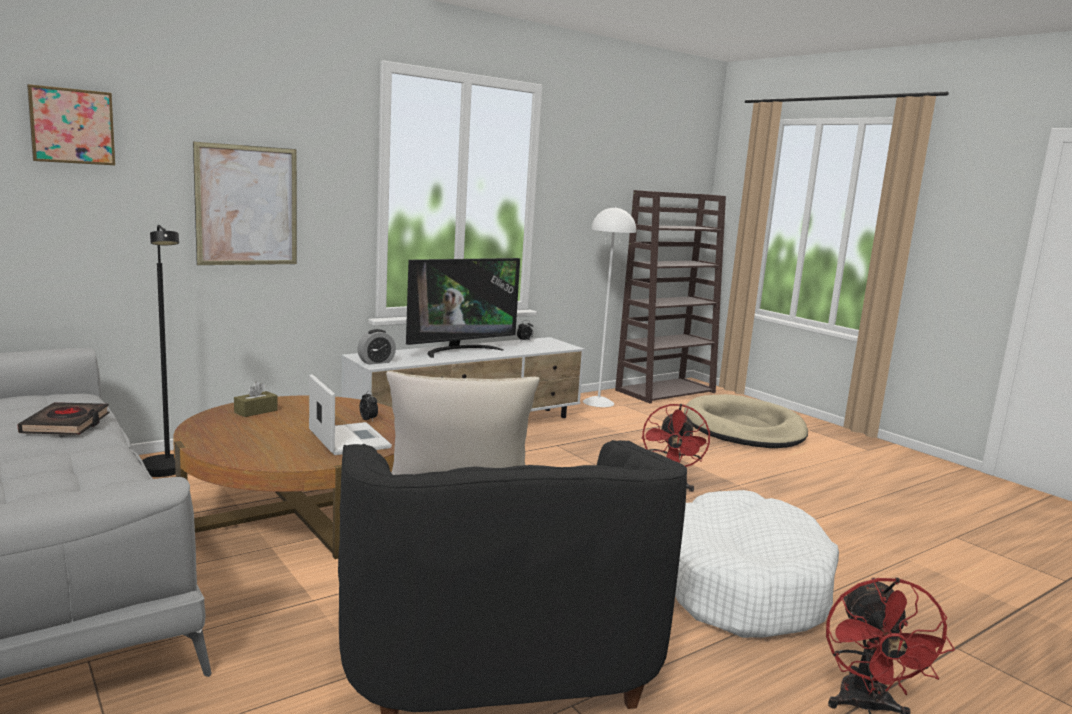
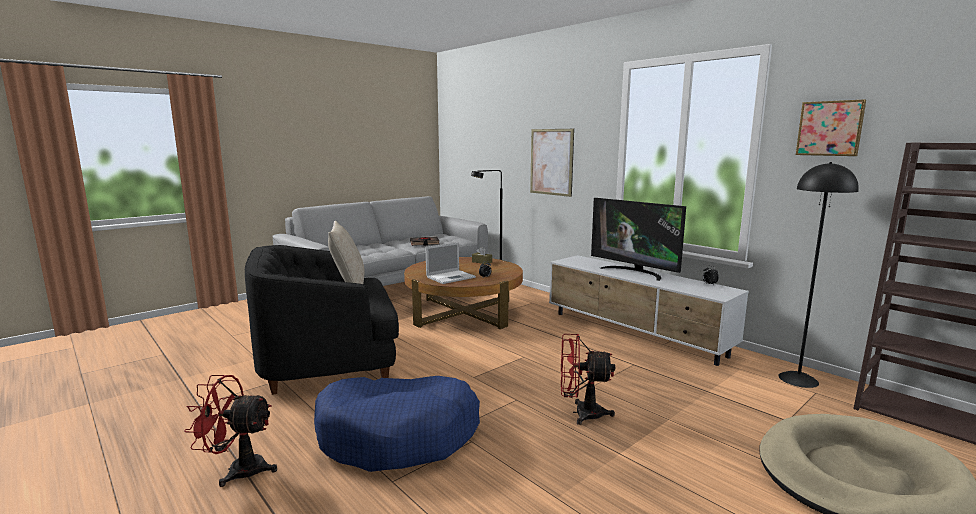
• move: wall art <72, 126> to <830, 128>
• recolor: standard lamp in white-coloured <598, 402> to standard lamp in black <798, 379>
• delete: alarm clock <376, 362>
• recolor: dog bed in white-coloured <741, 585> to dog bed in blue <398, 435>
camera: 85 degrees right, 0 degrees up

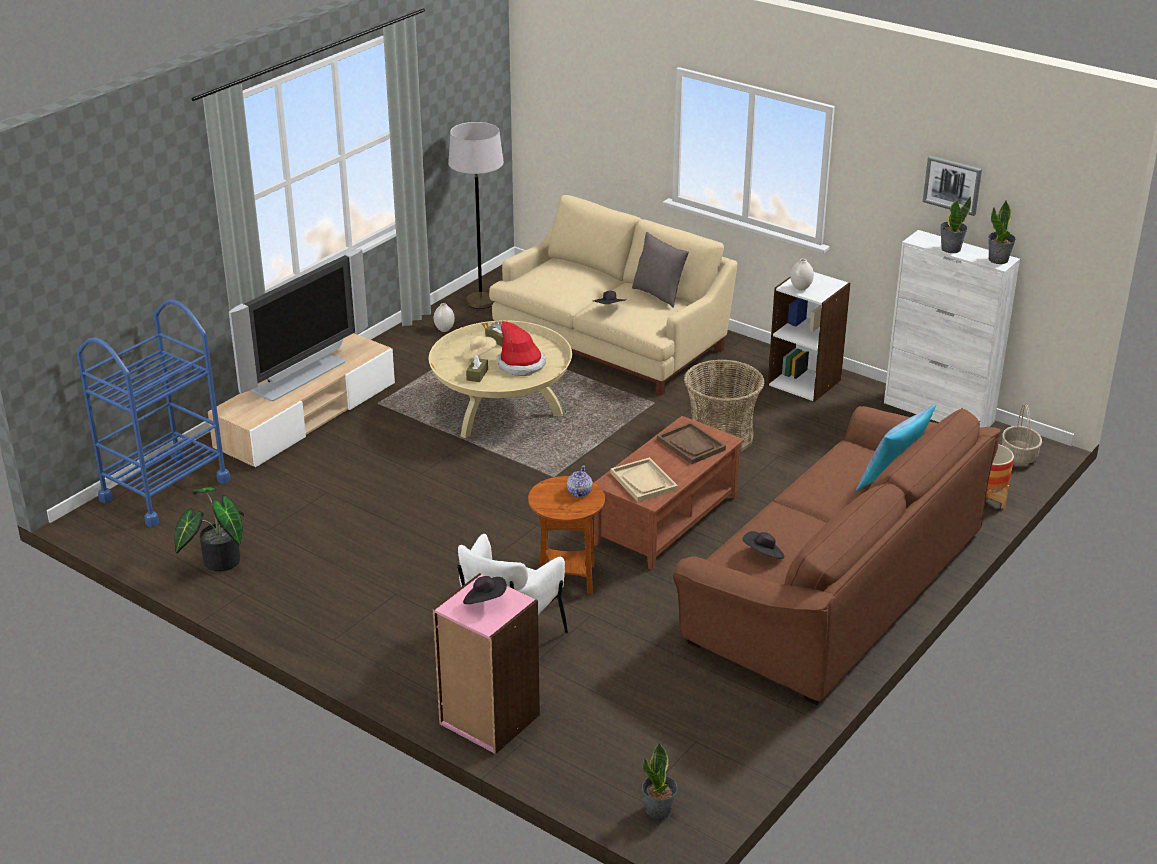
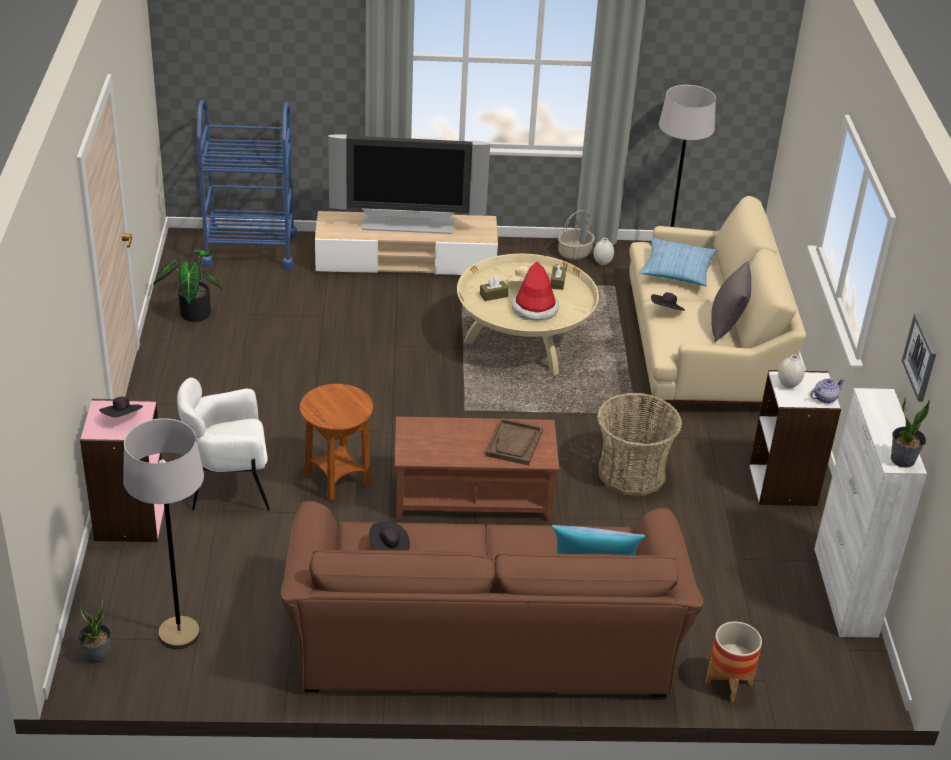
• delete: plant in a pot <950, 249>
• move: storage basket <1019, 456> to <574, 253>
• delete: serving tray in sand-coloured <644, 481>
• move: tea pot <579, 492> to <824, 398>
• insert: pillow <677, 270>
• insert: standard lamp in greyish <179, 634>
camera: 50 degrees right, 5 degrees up

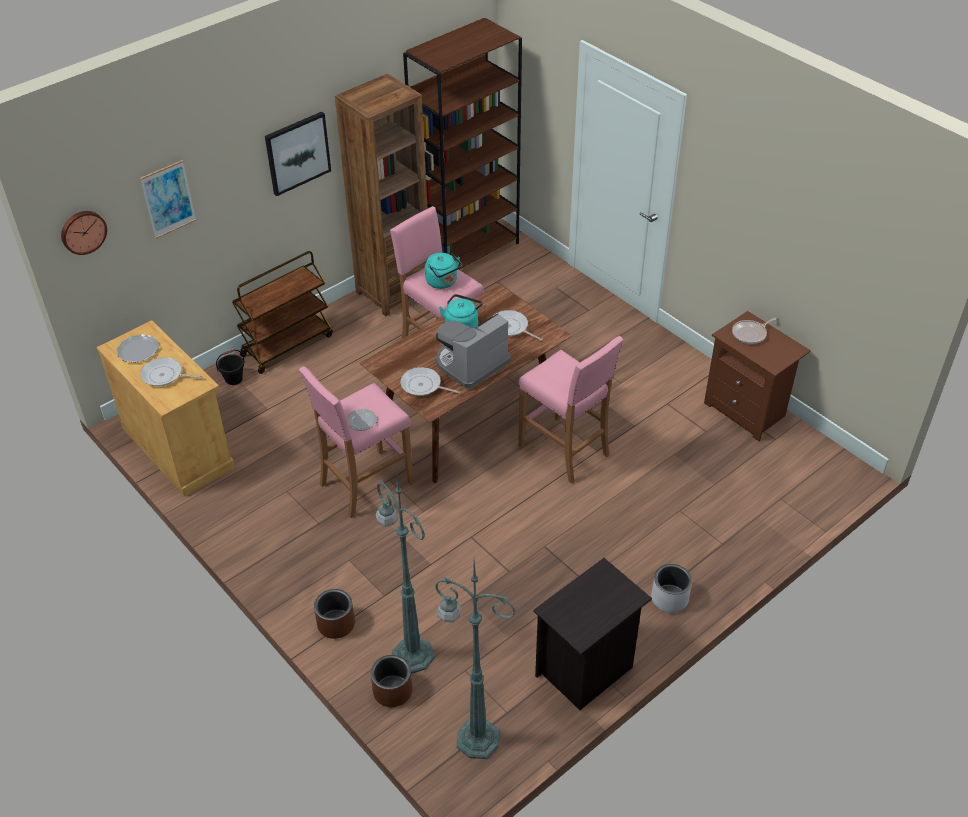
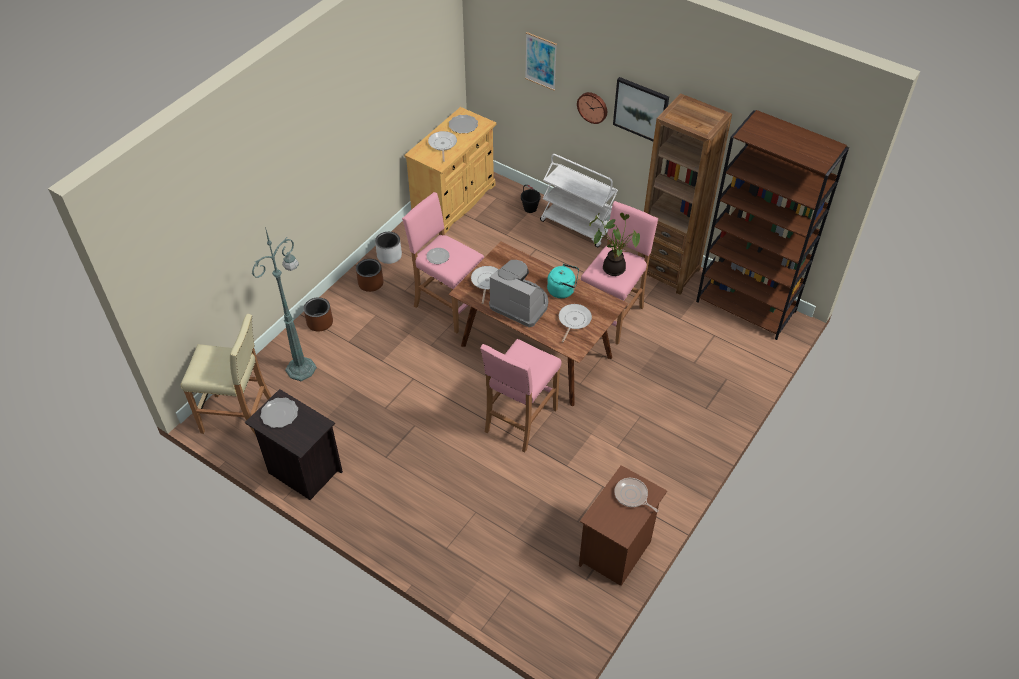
• move: wall clock <83, 231> to <593, 107>
• recolor: wheeled cart in brown-coloured <287, 345> to wheeled cart in white-coloured <577, 226>
• replace: kettle in turquoise-coloured <443, 282> to plant in a pot <613, 267>
• replace: standard lamp in green-coloured <475, 738> to stool in sand-coloured <239, 417>
• move: plant pot in greyish <669, 598> to <389, 255>
• move: plant pot in brown-coloured <392, 690> to <371, 283>
• insert: plate <279, 414>
camera: 75 degrees right, 5 degrees up

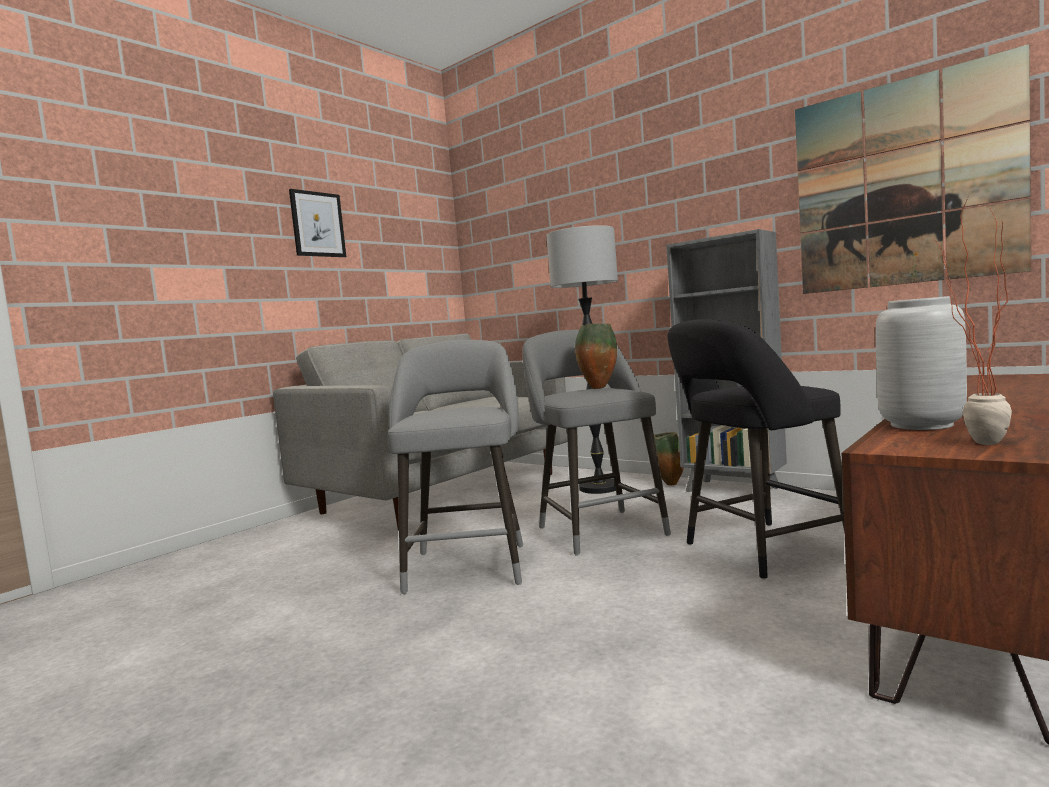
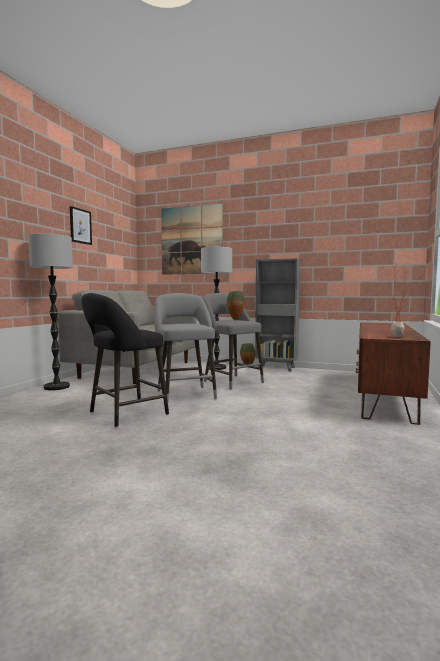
• move: wall art <903, 183> to <191, 240>
• delete: vase in greyish <920, 425>
• move: stool in black <759, 551> to <124, 414>
• insert: standard lamp <56, 387>
camera: 20 degrees left, 0 degrees up

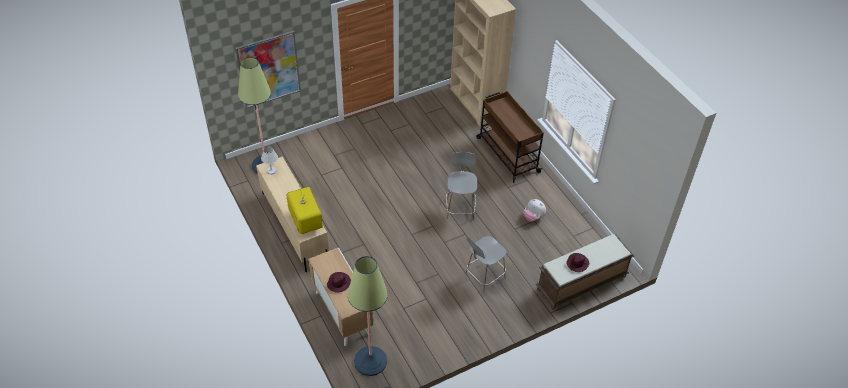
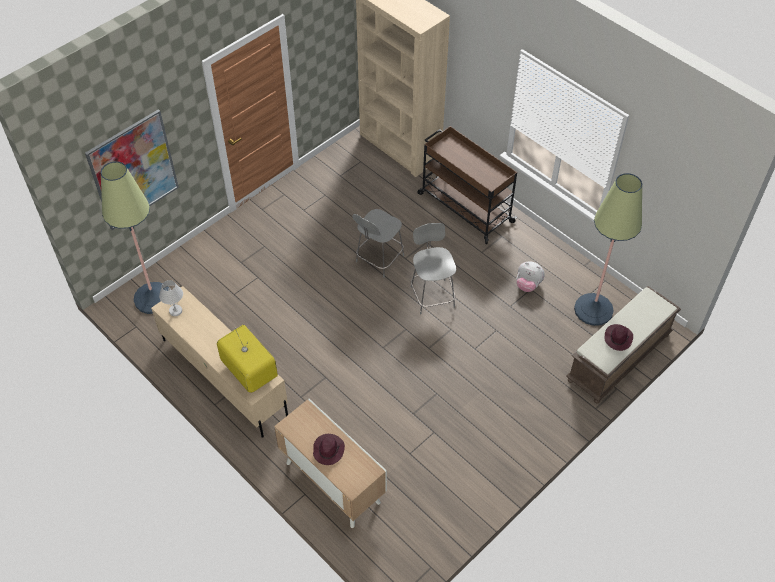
• move: stool in greyish <484, 276> to <378, 259>
• move: standard lamp <370, 361> to <593, 309>
camera: 15 degrees left, 5 degrees up

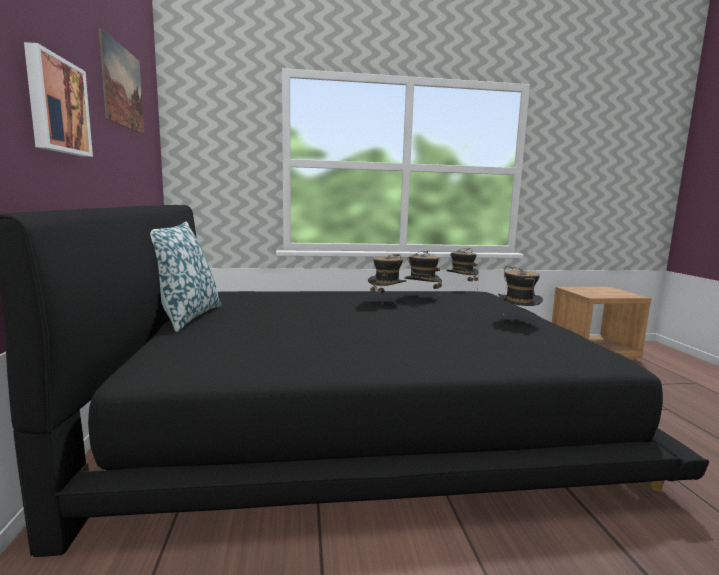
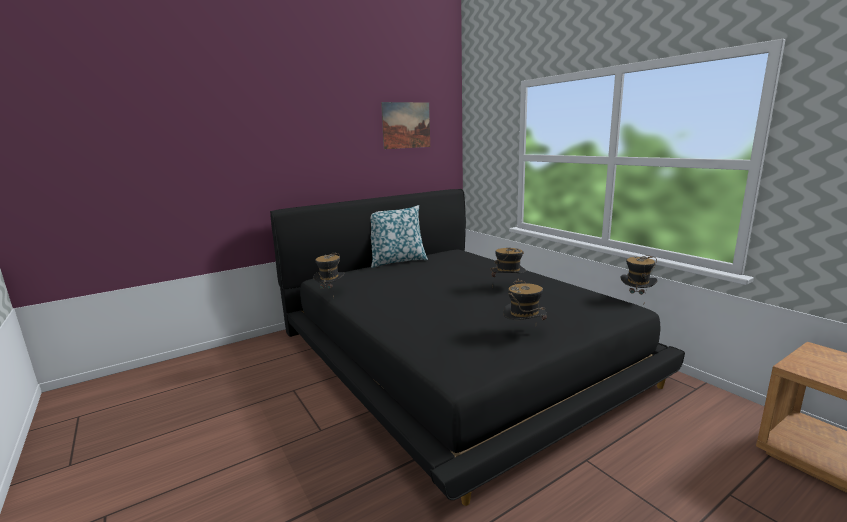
• delete: wall art <56, 106>
• move: wearable hat <421, 297> to <330, 293>
camera: 65 degrees right, 5 degrees up

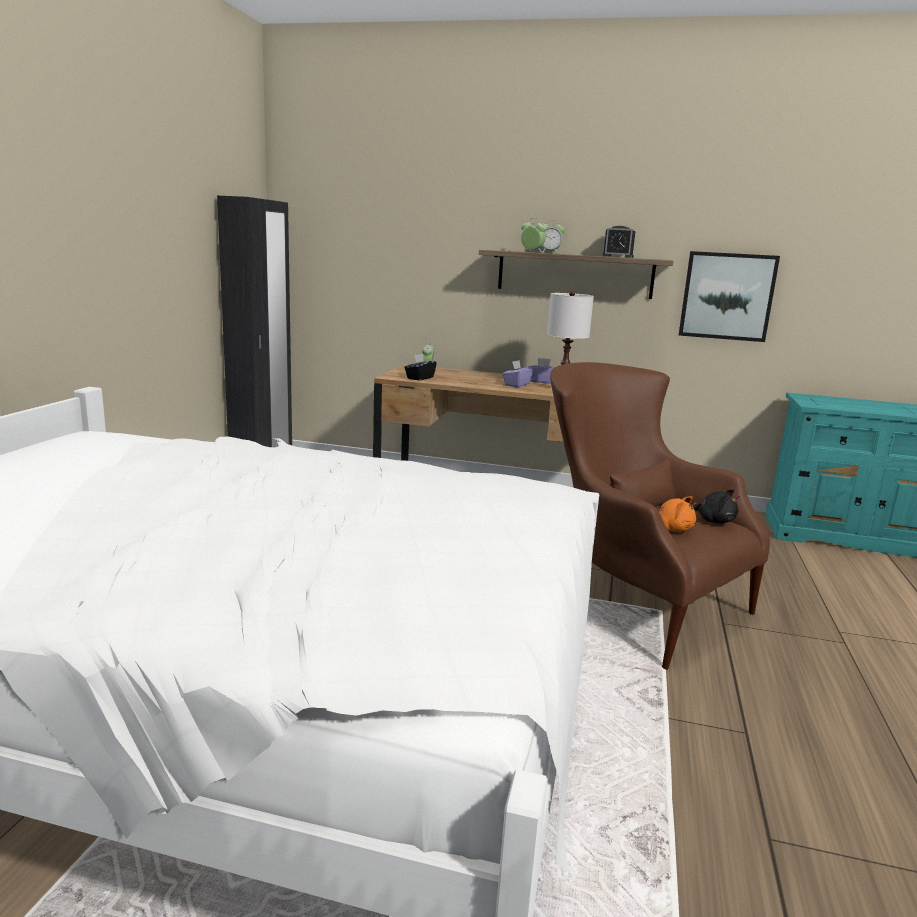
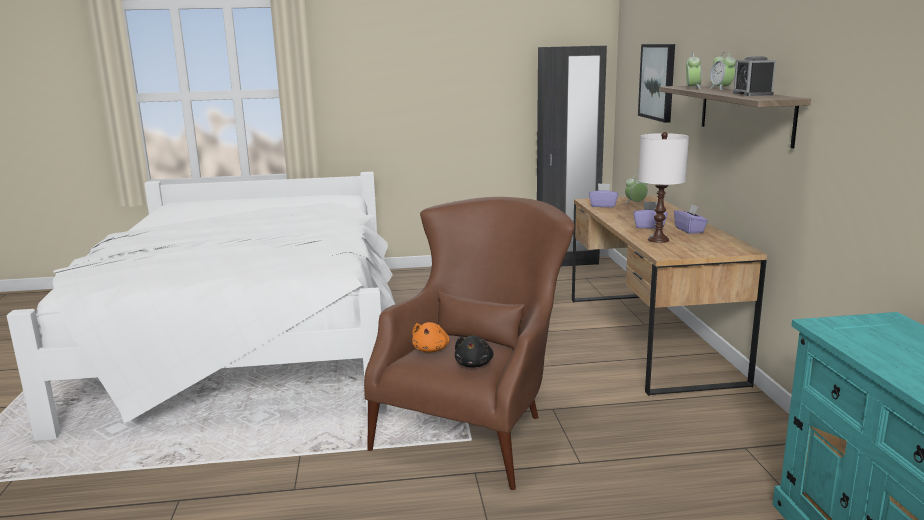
• move: wall art <727, 296> to <658, 82>
• recolor: box of tissues in black <419, 378> to box of tissues in purple <603, 205>
camera: 70 degrees right, 0 degrees up

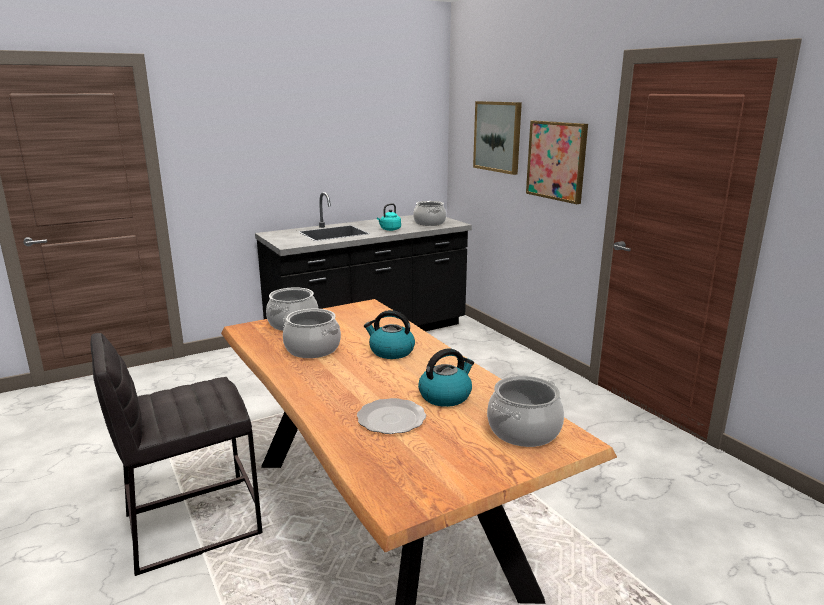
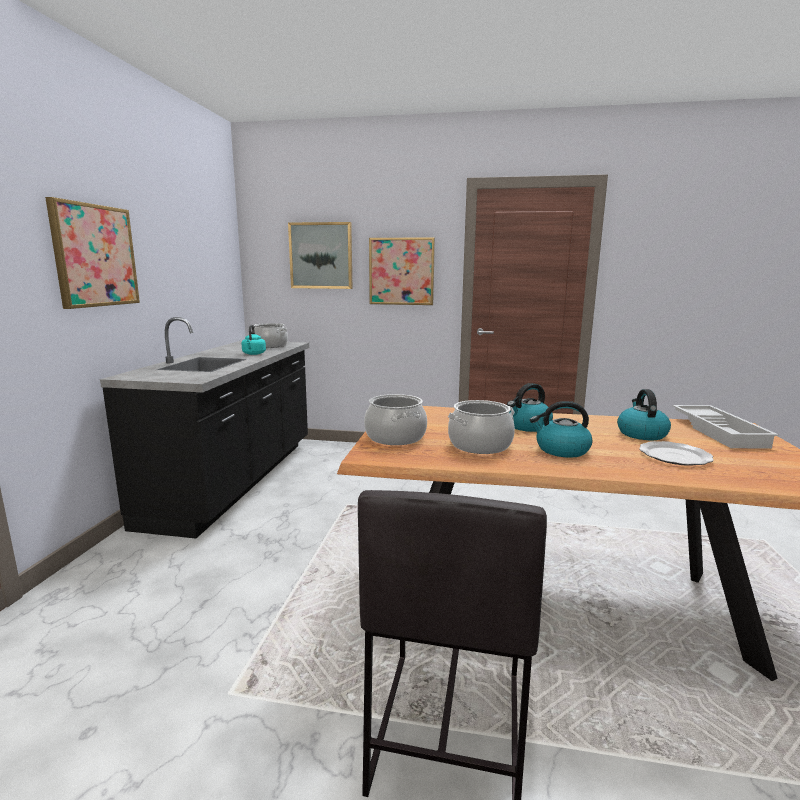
• replace: stockpot <524, 431> to serving tray in white-coloured <720, 432>
• insert: wall art <94, 256>
• insert: kettle <561, 450>
camera: 50 degrees left, 5 degrees down

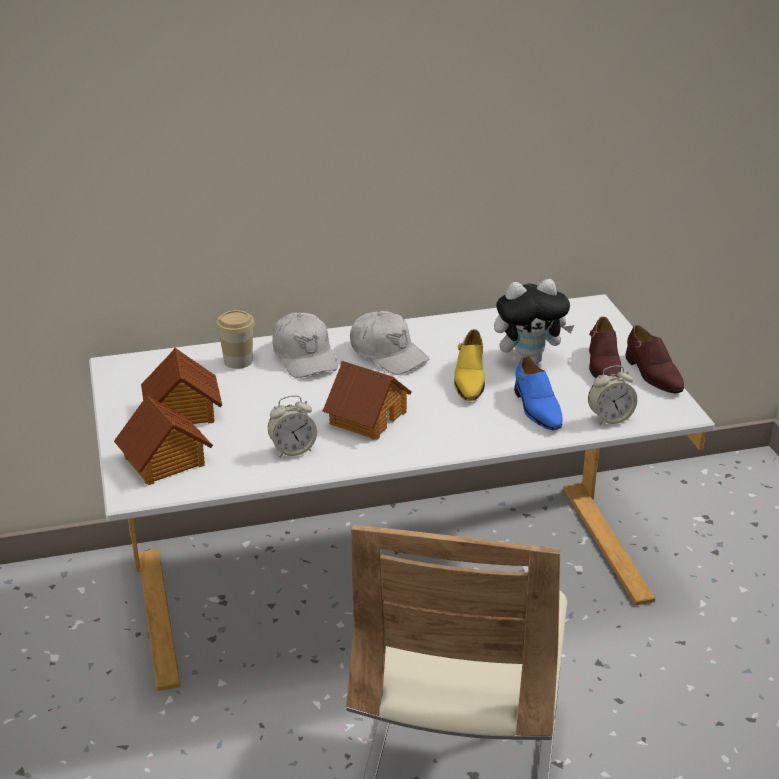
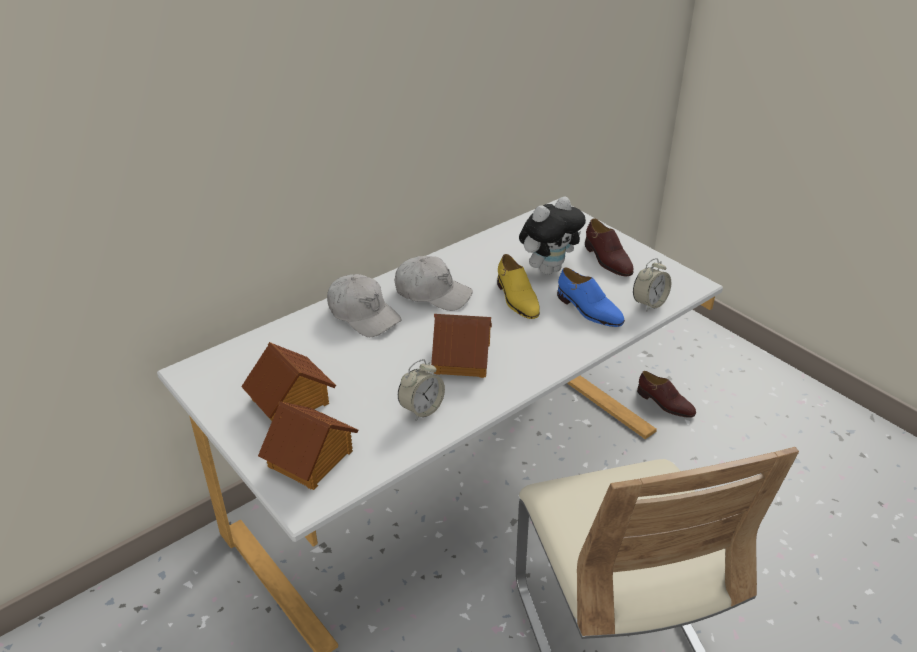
• delete: cup <238, 361>
• move: shoe in brown-coloured <652, 374> to <665, 403>
camera: 25 degrees left, 5 degrees up

